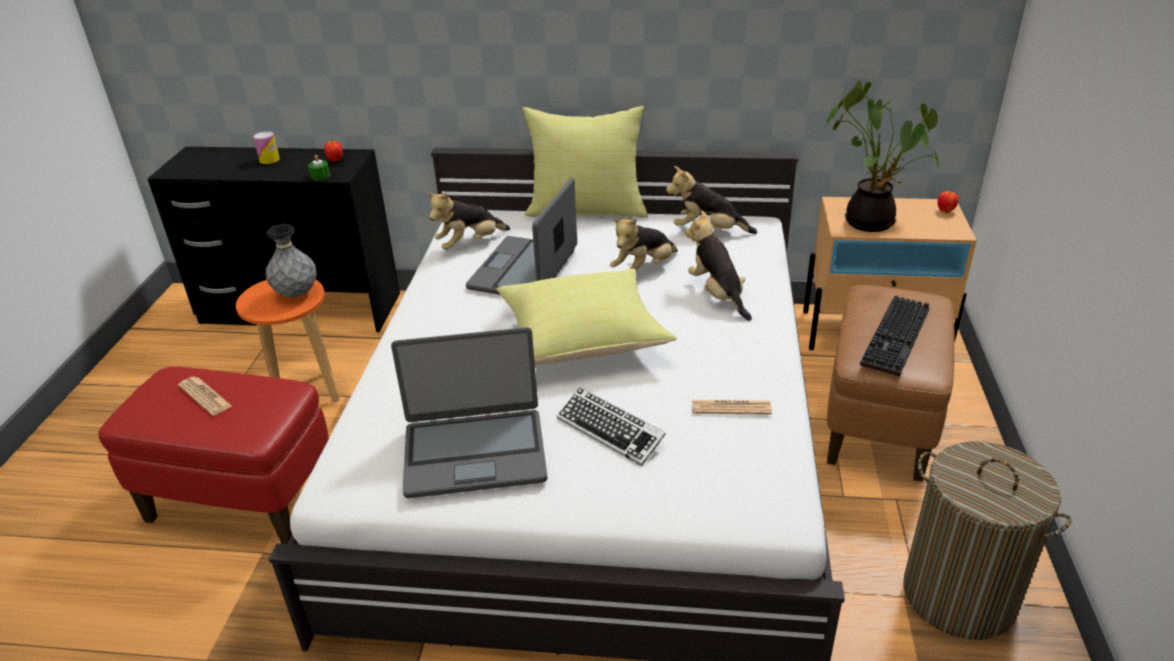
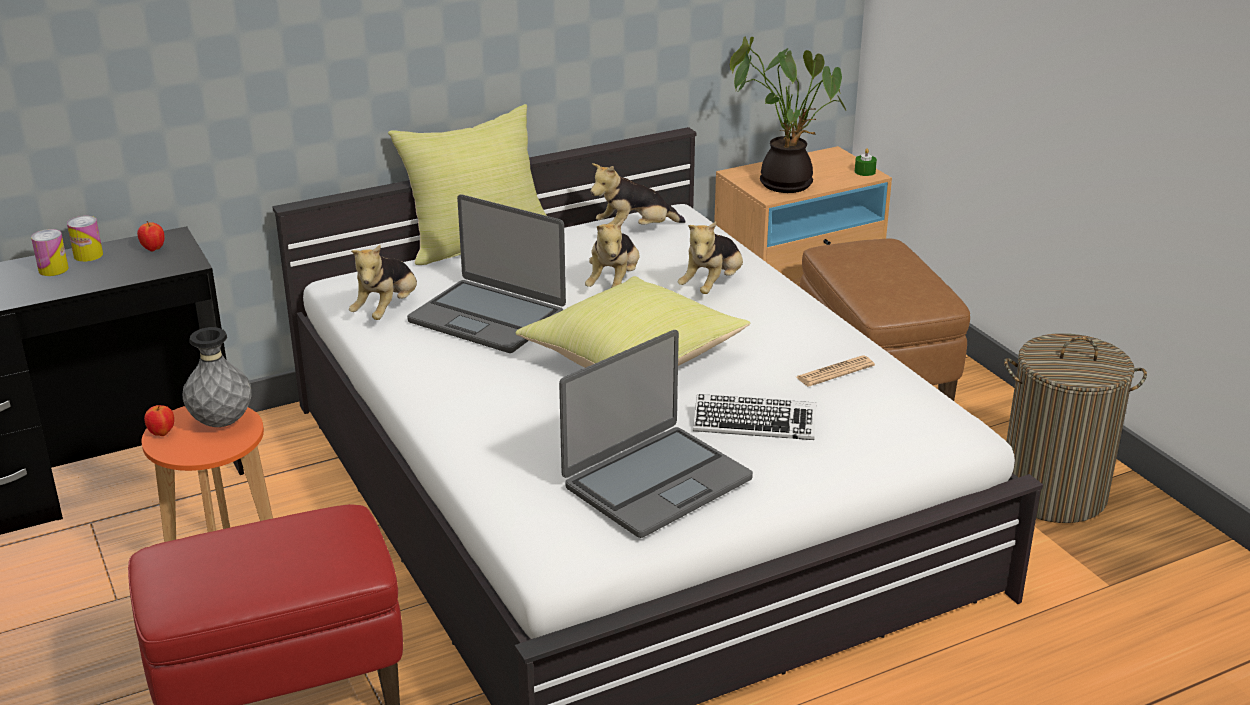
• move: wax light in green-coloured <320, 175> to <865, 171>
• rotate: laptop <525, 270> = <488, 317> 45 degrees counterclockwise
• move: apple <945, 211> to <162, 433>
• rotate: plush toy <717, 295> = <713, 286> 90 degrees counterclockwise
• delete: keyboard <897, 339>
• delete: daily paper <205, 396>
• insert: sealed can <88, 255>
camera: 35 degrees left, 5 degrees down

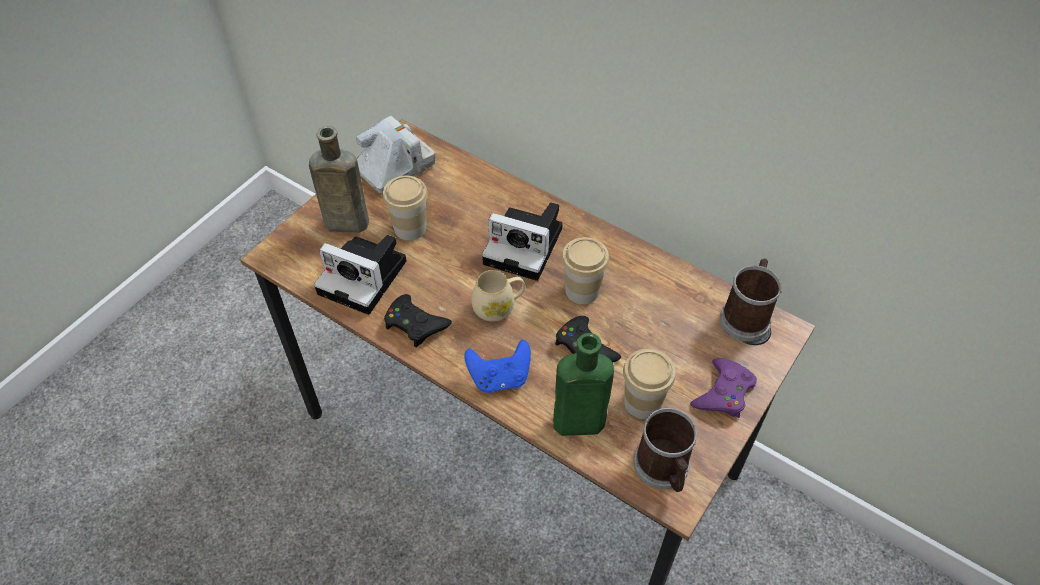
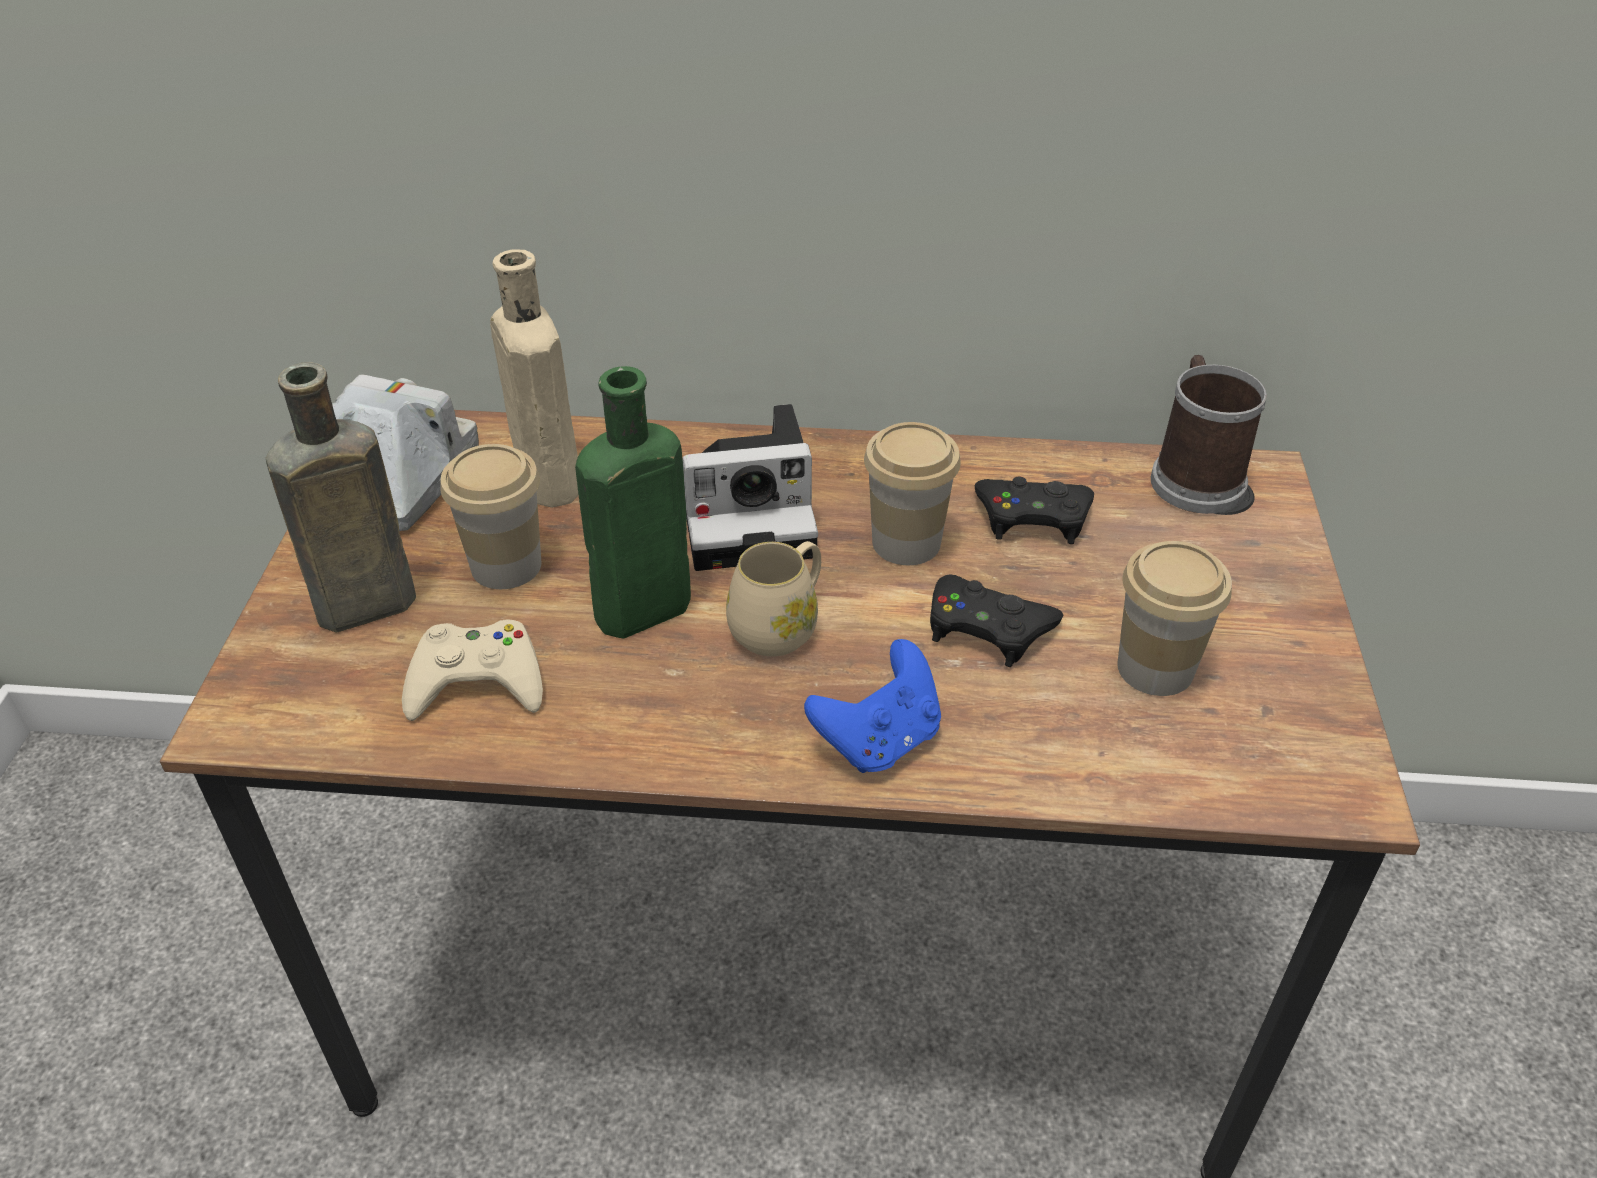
• replace: still camera <366, 277> to game controller in sand-coloured <477, 681>
• move: game controller in black <415, 324> to <1033, 517>
• move: bottle in green-coloured <575, 423> to <637, 613>
• delete: game controller in purple <723, 393>
• delete: tea mug <663, 469>
• insert: bottle in sand-coloured <547, 476>
camera: 30 degrees left, 10 degrees down

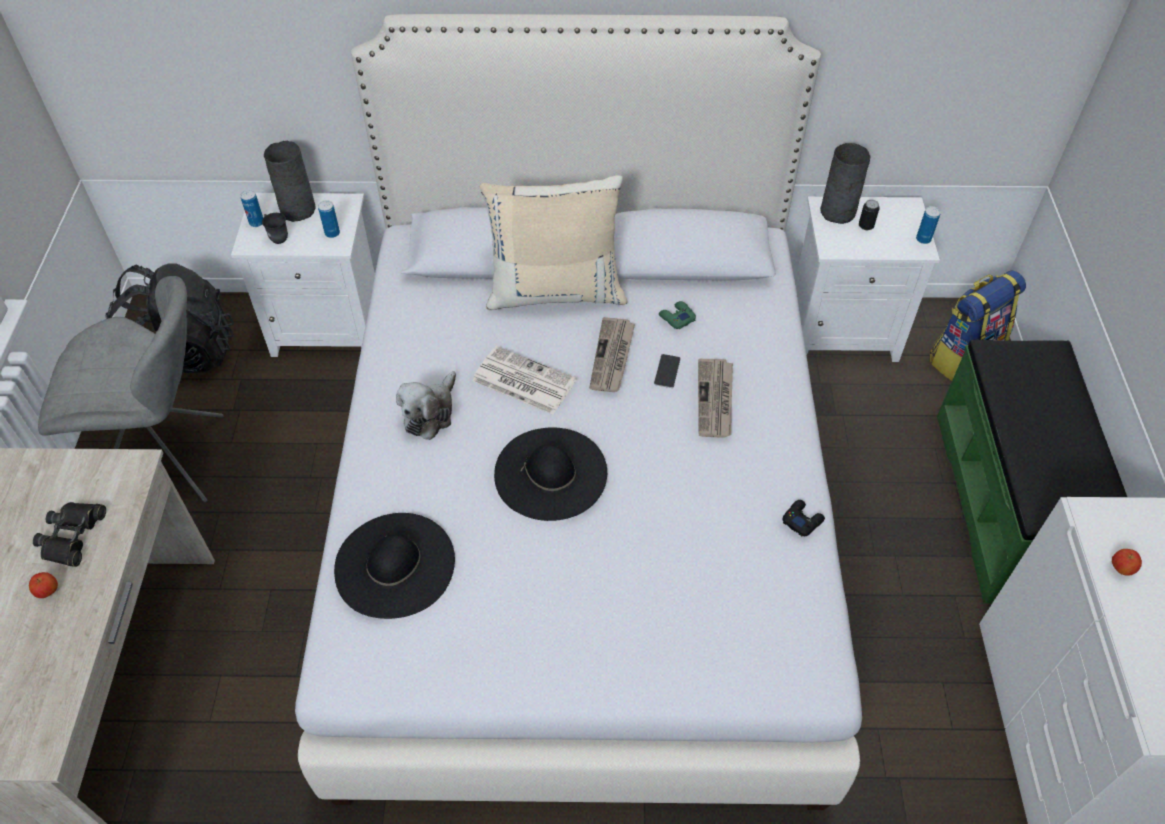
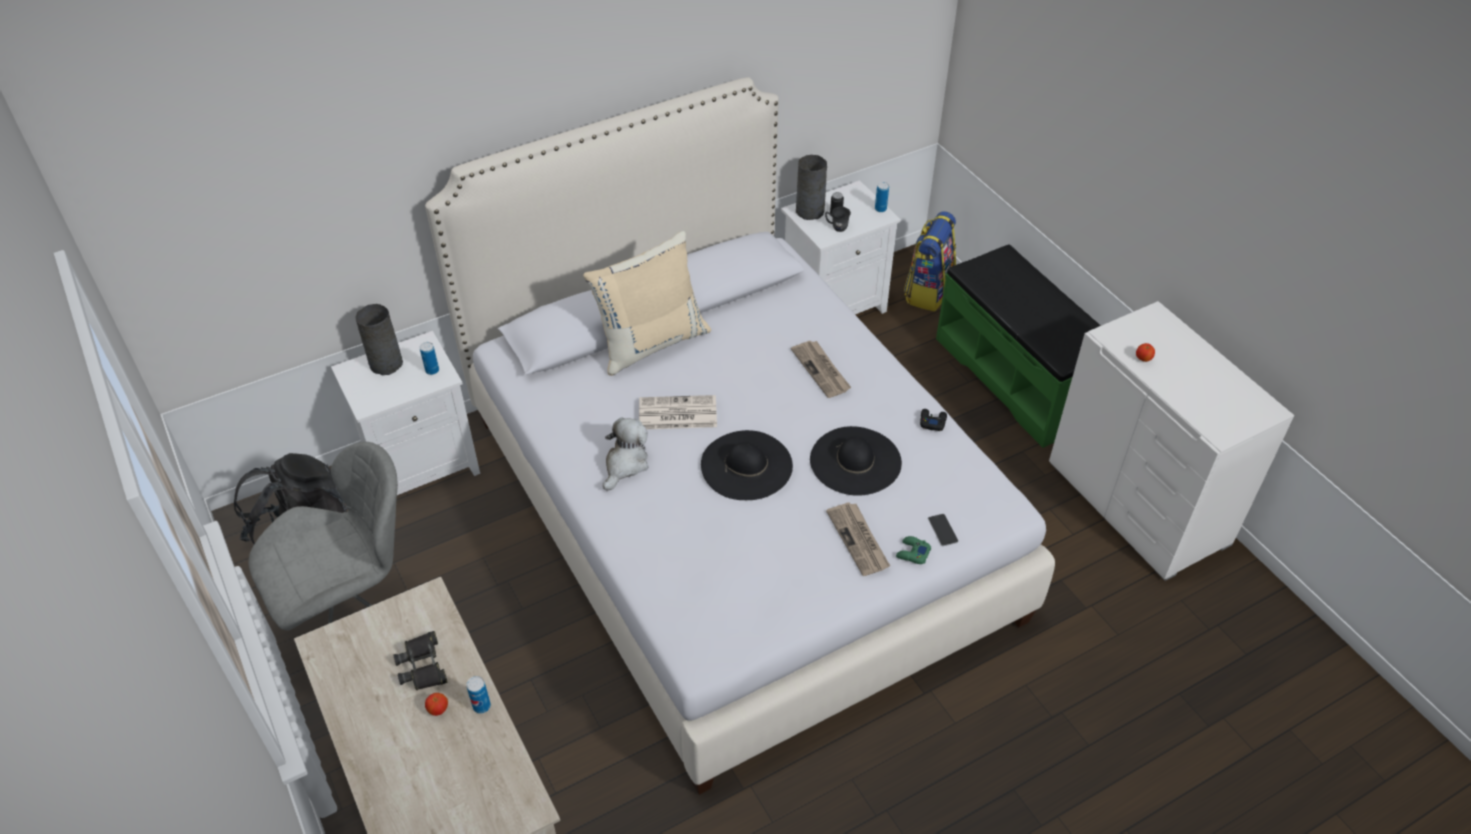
• move: sealed can <256, 223> to <481, 706>
• move: tea mug in greyish <277, 236> to <836, 227>
• move: game controller in green-coloured <676, 318> to <912, 553>
• move: daily paper <612, 357> to <859, 540>
• move: phone <667, 371> to <942, 530>
• rotate: plush toy <430, 413> = <625, 464> 150 degrees counterclockwise
• move: wearable hat in black <395, 565> to <855, 461>
camera: 30 degrees left, 5 degrees down

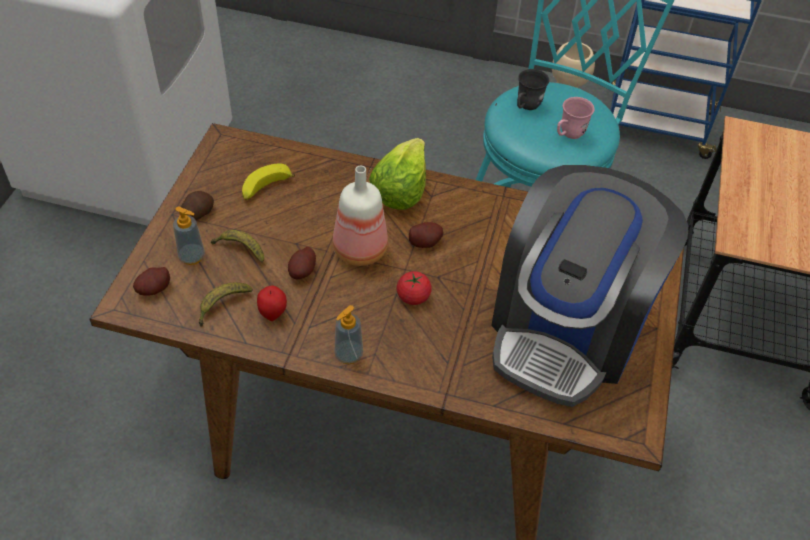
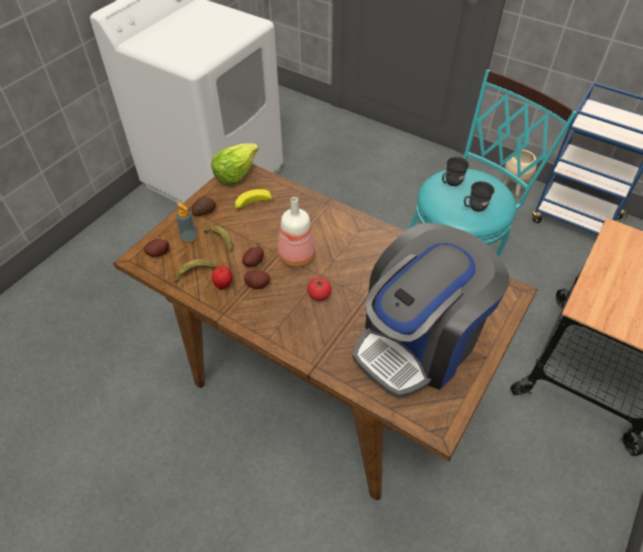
• recolor: tea mug in pink <568, 134> to tea mug in greyish <474, 208>
• move: lettuce head <400, 189> to <235, 173>
• move: potato <425, 242> to <258, 284>
• delete: soap dispenser <348, 354>
camera: 20 degrees right, 0 degrees up

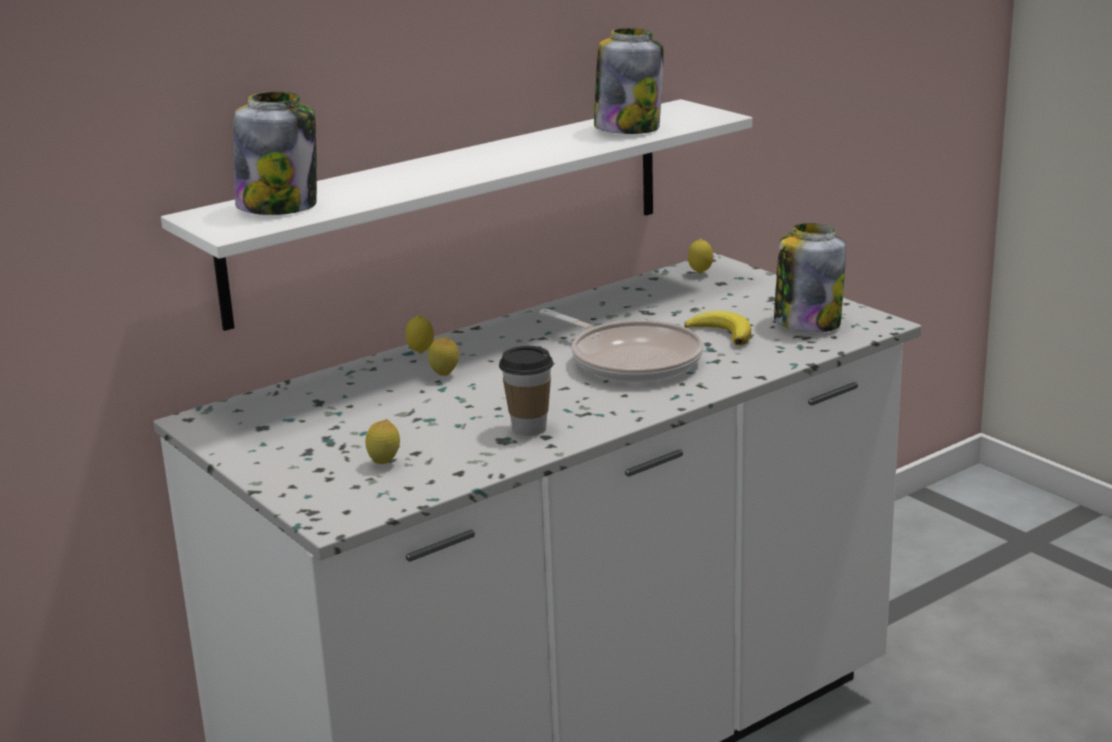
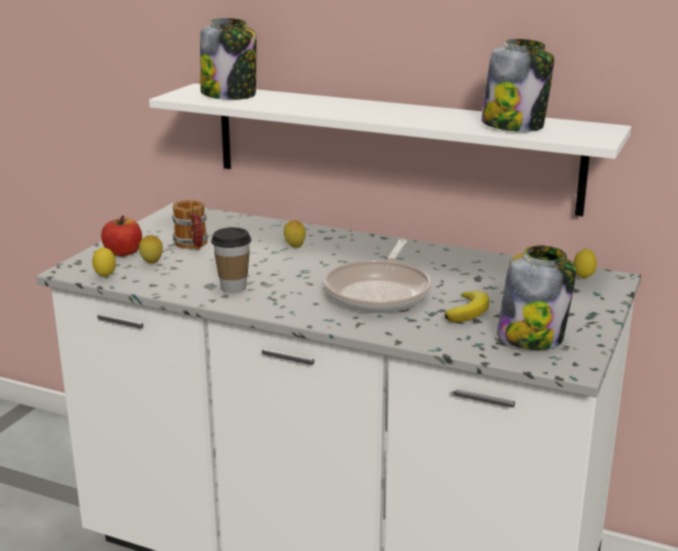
• move: citrus fruit <421, 353> to <105, 277>
• insert: tea mug <193, 245>
• insert: apple <123, 253>
camera: 60 degrees right, 0 degrees up

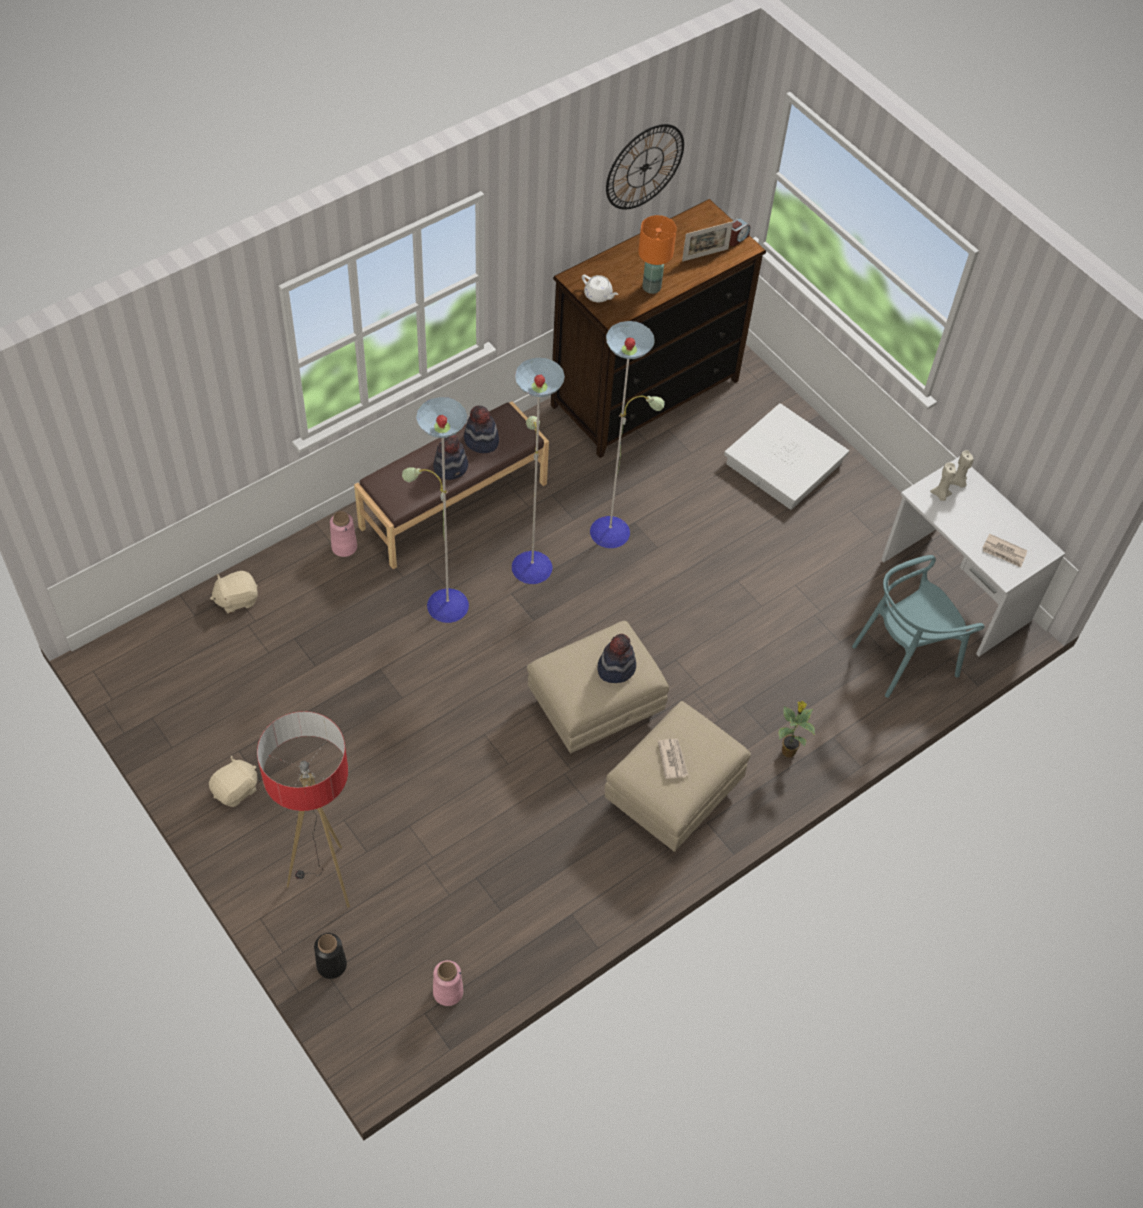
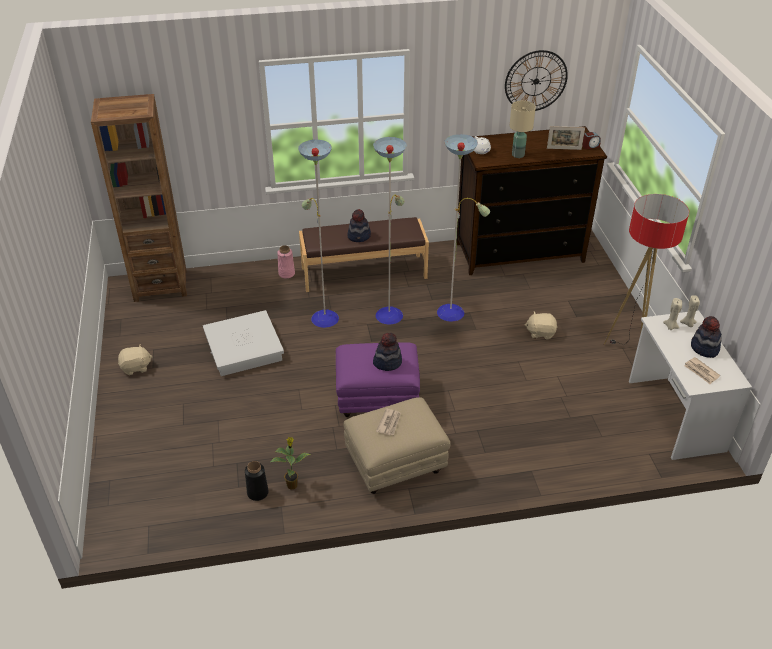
• recolor: table lamp in orange <652, 287> to table lamp in sand-coloured <518, 155>
• move: storage box in white-coloured <783, 463> to <244, 348>
• move: wearable hat <481, 441> to <704, 348>
• delete: chair in turquoise-coloured <904, 657>
• move: plush toy in sand-coloured <236, 599> to <540, 333>
• recolor: footrest in sand-coloured <593, 708> to footrest in purple <376, 398>
• move: plant in a pot <788, 750> to <292, 484>
• move: standard lamp <325, 879> to <627, 348>
• move: vase in black <331, 965> to <257, 492>
• delete: vase in pink <447, 992>
• insert: bookcase in brown-coloured <160, 285>
camera: 30 degrees right, 15 degrees down

